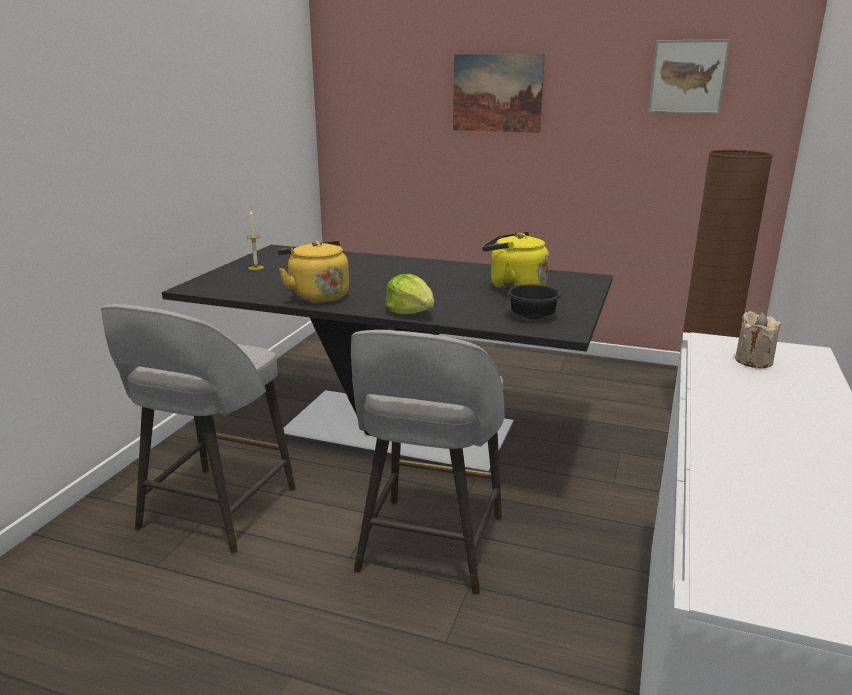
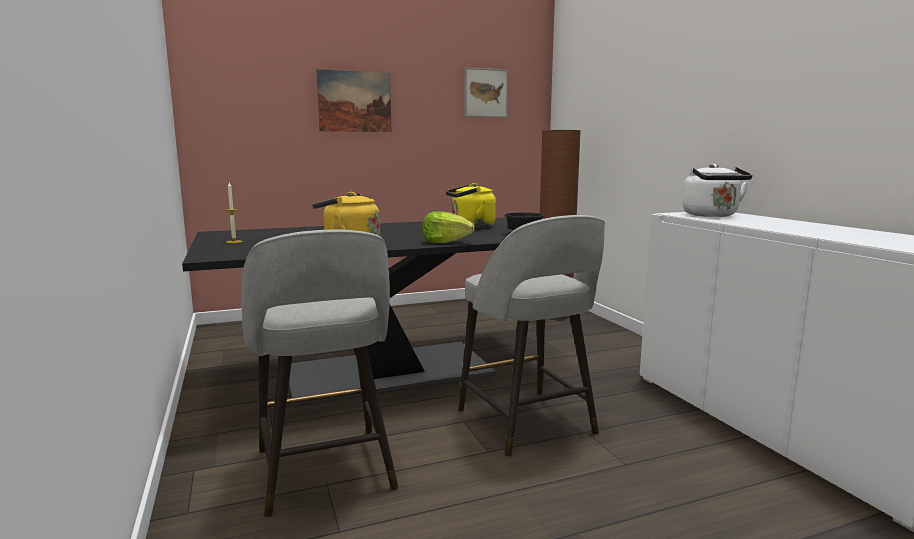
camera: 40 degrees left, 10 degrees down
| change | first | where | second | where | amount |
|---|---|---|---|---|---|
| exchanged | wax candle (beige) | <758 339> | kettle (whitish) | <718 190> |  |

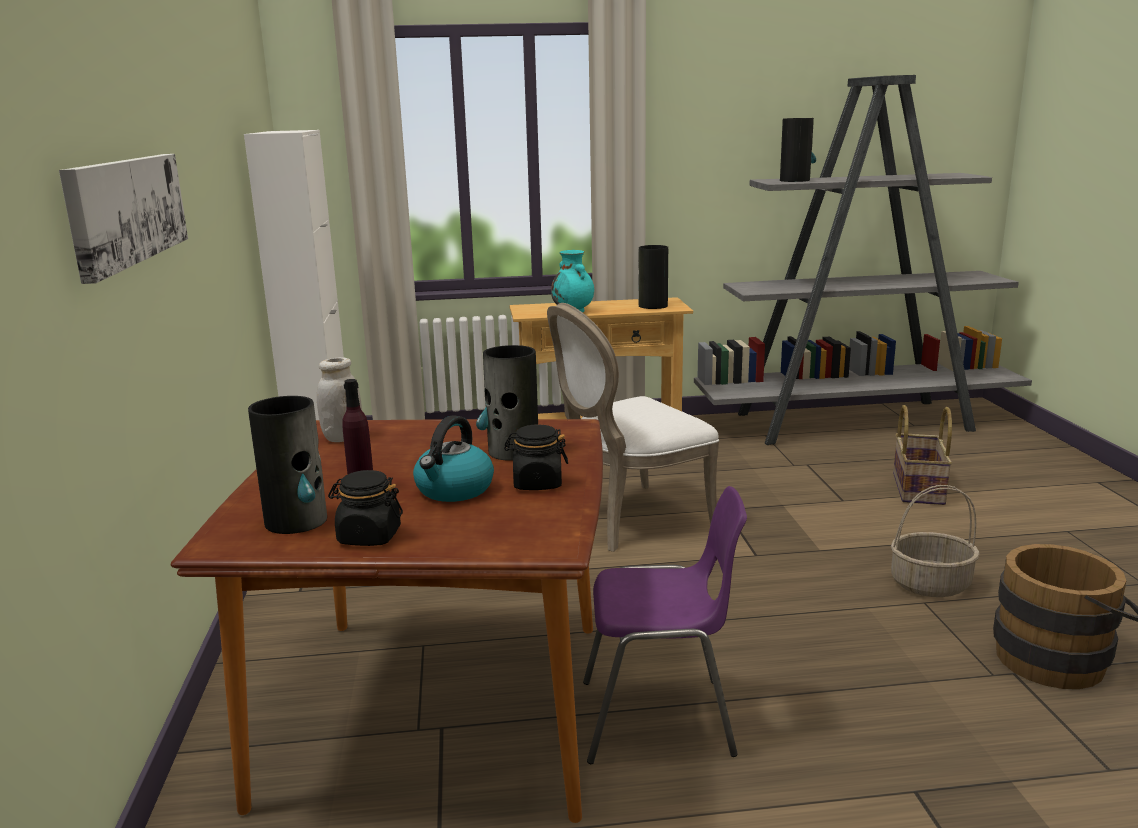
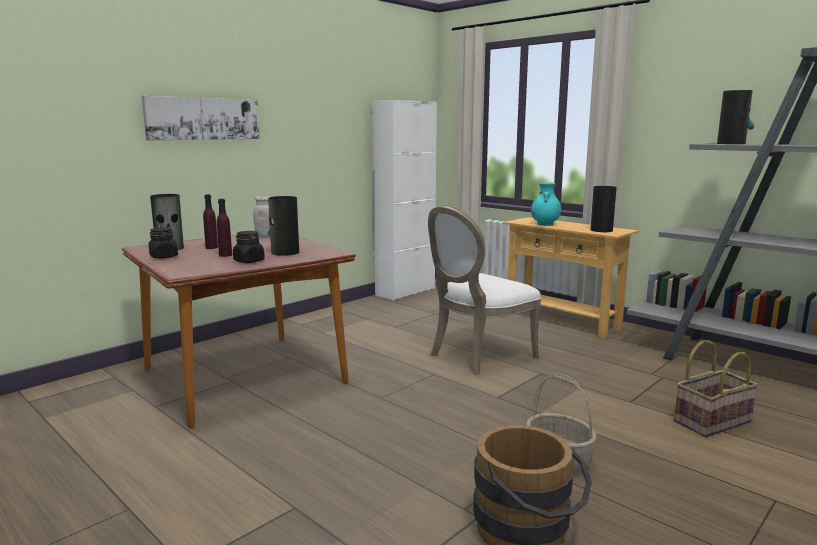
camera: 50 degrees right, 5 degrees down
| change | first | where | second | where | amount |
|---|---|---|---|---|---|
| spun | upright chair (whitish) | <633 427> |  | <484 290> | 60 degrees counterclockwise |
| exchanged | kettle | <453 458> | bottle (purplish) | <224 228> |  |
| missing | upright chair (purplish) | <665 625> |  |  |  |

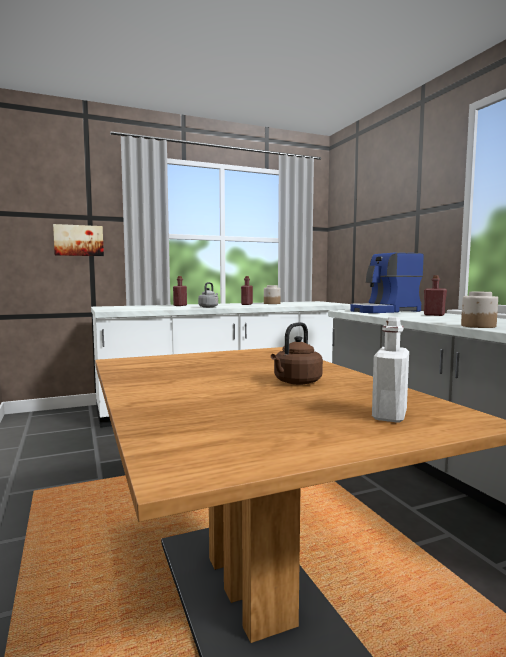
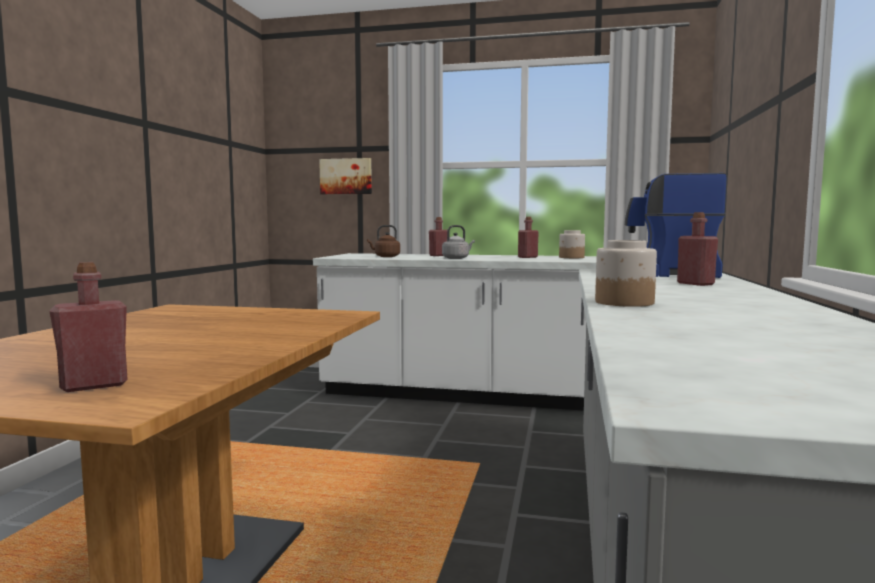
camera: 35 degrees right, 0 degrees up
| change | first | where | second | where | amount |
|---|---|---|---|---|---|
| colour | bottle (whitish) | <390 370> | bottle (red) | <89 327> |  |
| relocated | kettle (brown-coloured) | <297 353> |  | <383 241> |  |

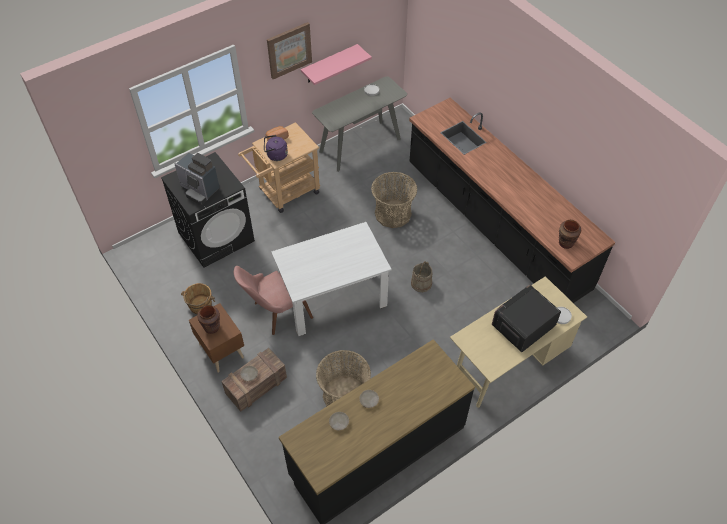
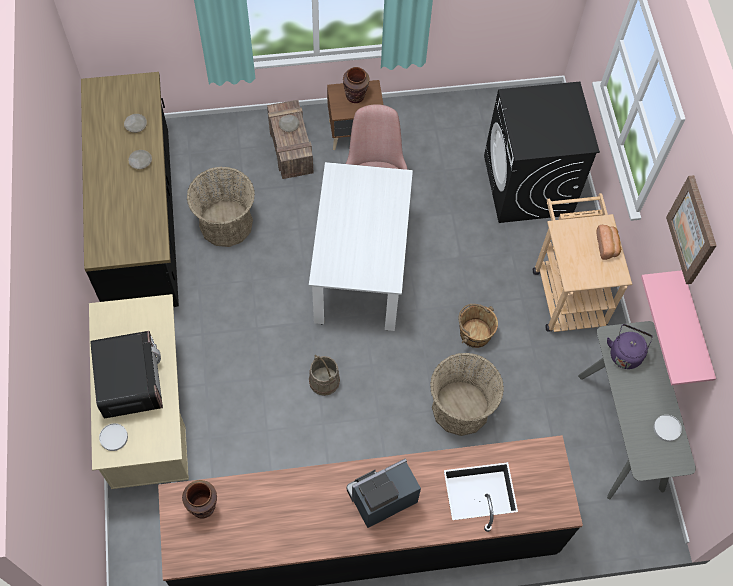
camera: 115 degrees right, 10 degrees up
| change | first | where | second | where | amount |
|---|---|---|---|---|---|
| relocated | kettle (purplish) | <276 148> |  | <630 346> |  |
| relocated | coffee machine | <197 179> |  | <384 493> |  |
| relocated | bucket (brown-coloured) | <198 298> |  | <478 326> |  |

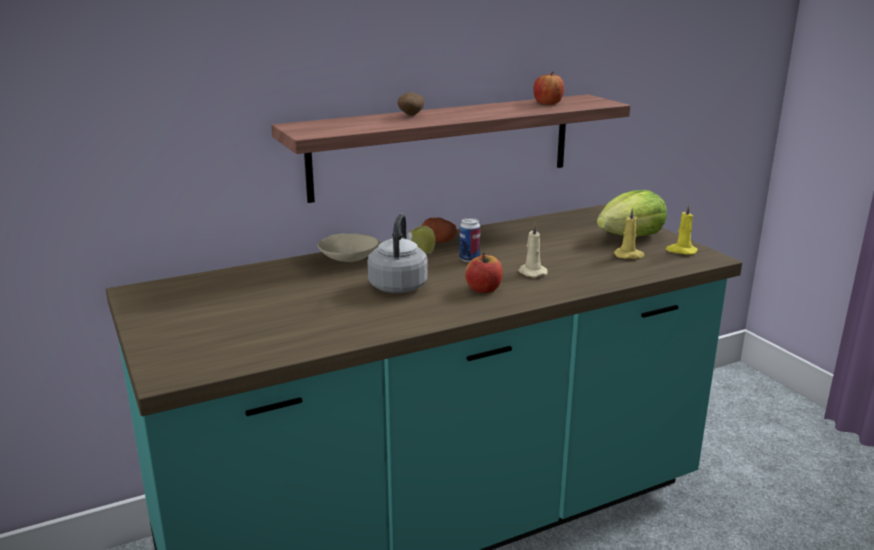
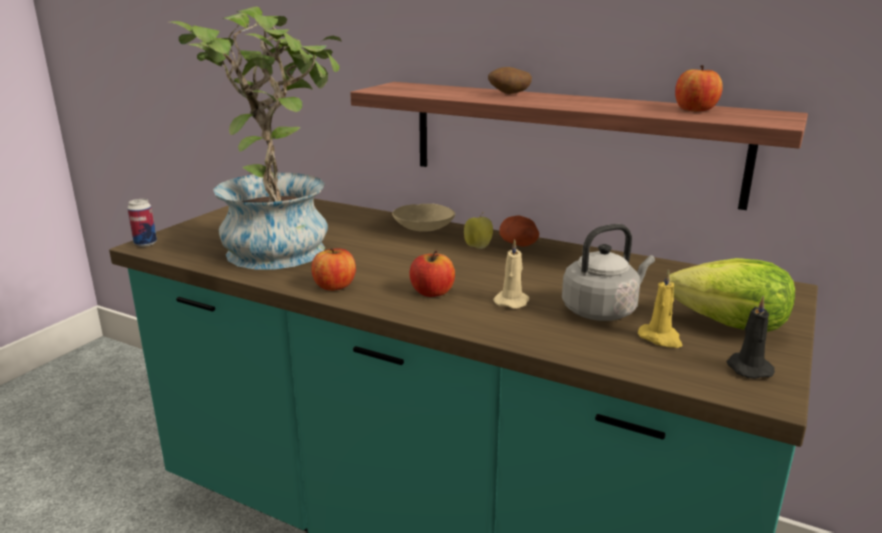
camera: 55 degrees right, 0 degrees up
| change | first | where | second | where | amount |
|---|---|---|---|---|---|
| colour | wax candle (yellowish) | <682 229> | wax candle (blackish) | <751 337> |  |
| relocated | kettle (grey) | <397 253> |  | <608 272> |  |
| relocated | can | <469 240> |  | <142 223> |  |
| appeared |  |  | houseplant | <256 137> |  |
| appeared |  |  | apple | <333 269> |  |

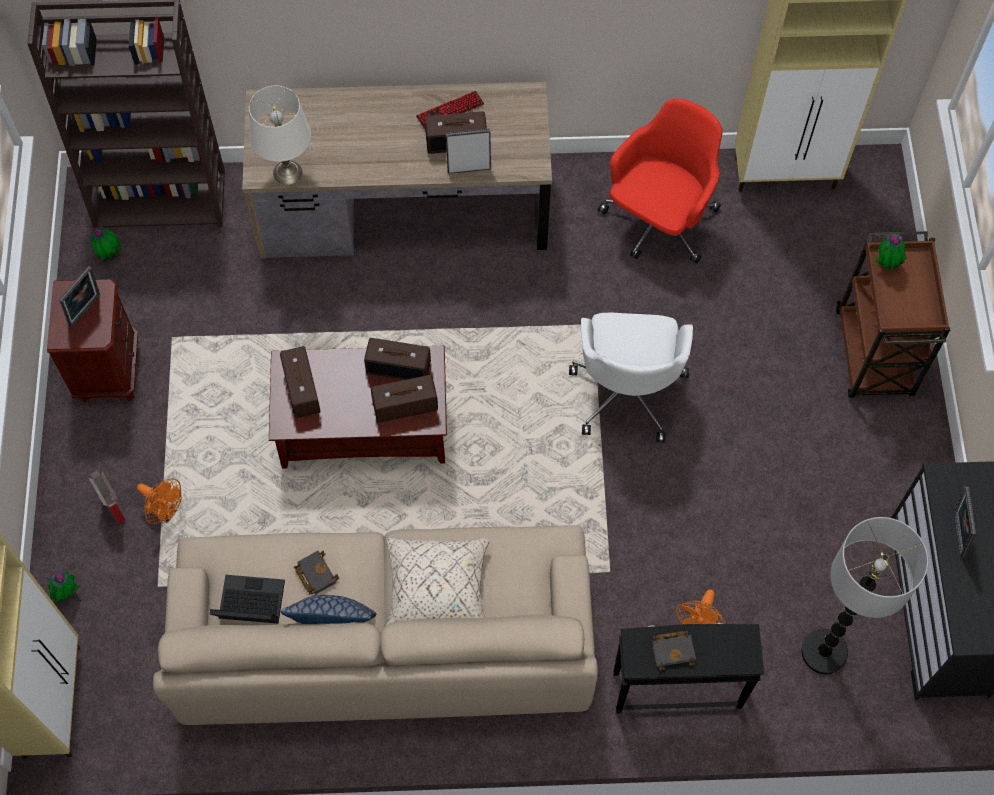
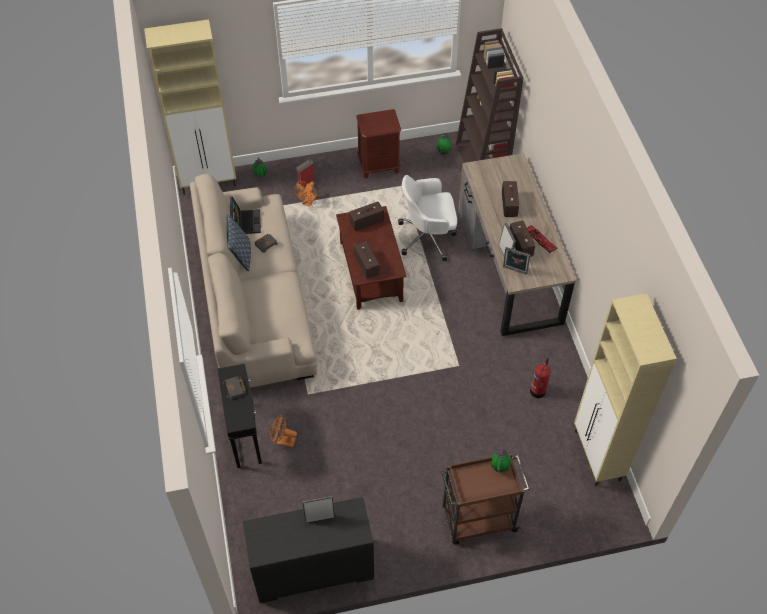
camera: 80 degrees right, 10 degrees down
| change | first | where | second | where | amount |
|---|---|---|---|---|---|
| missing | tabletop lamp (whitish) | <280 135> |  |  |  |
| exchanged | office chair (red) | <660 181> | fire-fighting cylinder | <540 378> |  |
| relocated | standing frame | <79 297> |  | <516 261> |  |
| relocated | office chair (whitish) | <631 378> |  | <427 218> |  |
| relocated | radio receiver | <397 359> |  | <510 199> |  |
| missing | standard lamp | <864 595> |  |  |  |
| missing | throw pillow (beige) | <436 582> |  |  |  |

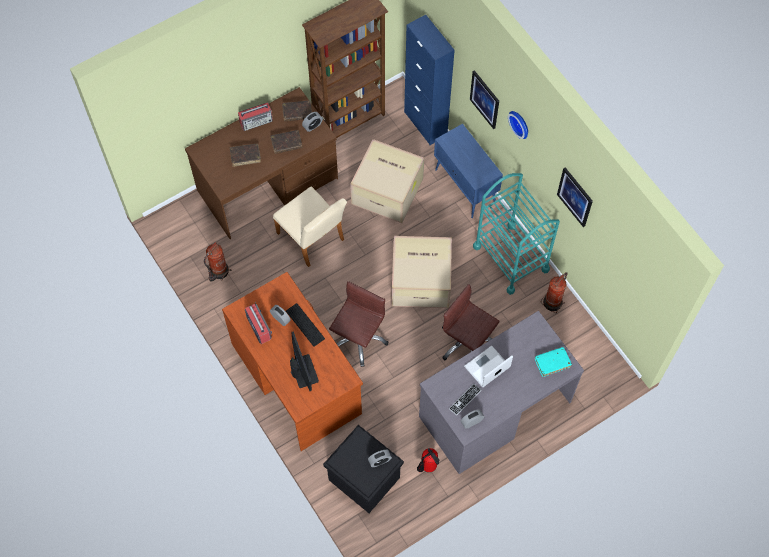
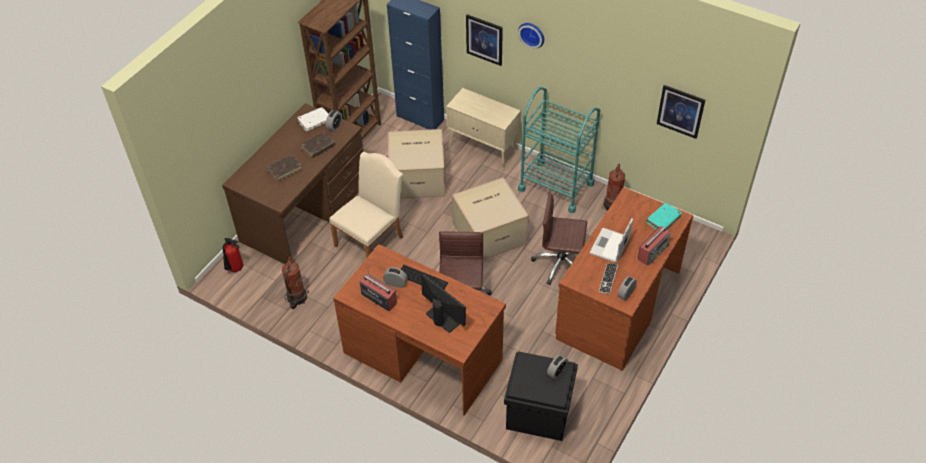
camera: 25 degrees left, 15 degrees down
| change | first | where | second | where | amount |
|---|---|---|---|---|---|
| colour | bound book (brown-coloured) | <297 111> | bound book (whitish) | <313 119> |  |
| relocated | radio receiver | <255 117> |  | <654 245> |  |
| colour | cupboard (blue-coloured) | <468 171> | cupboard (beige) | <483 129> |  |
| relocated | wall art | <575 197> |  | <681 112> |  |
| spun | upright chair (beige) | <310 226> |  | <366 205> | 75 degrees counterclockwise |
| colour | desk (grey) | <501 392> | desk (brown-coloured) | <624 279> |  |
| relocated | fire-fighting cylinder | <428 460> |  | <232 255> |  |

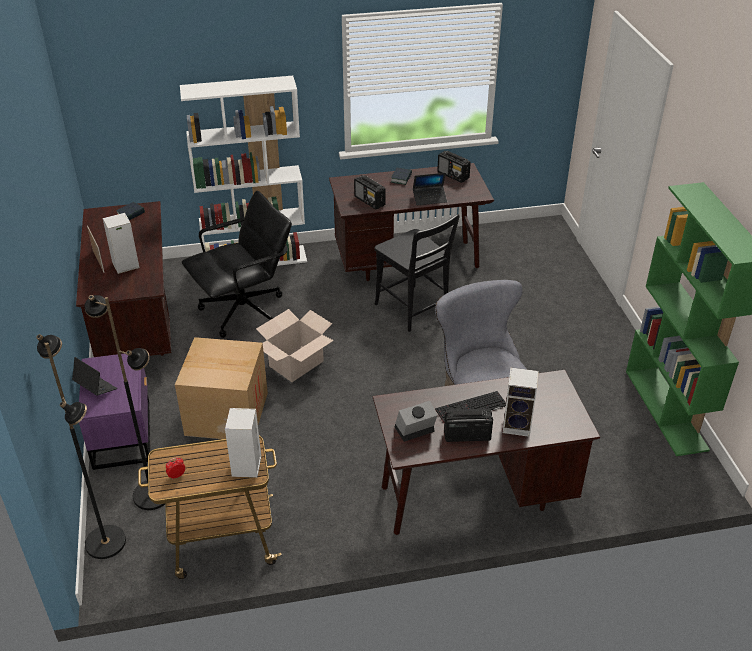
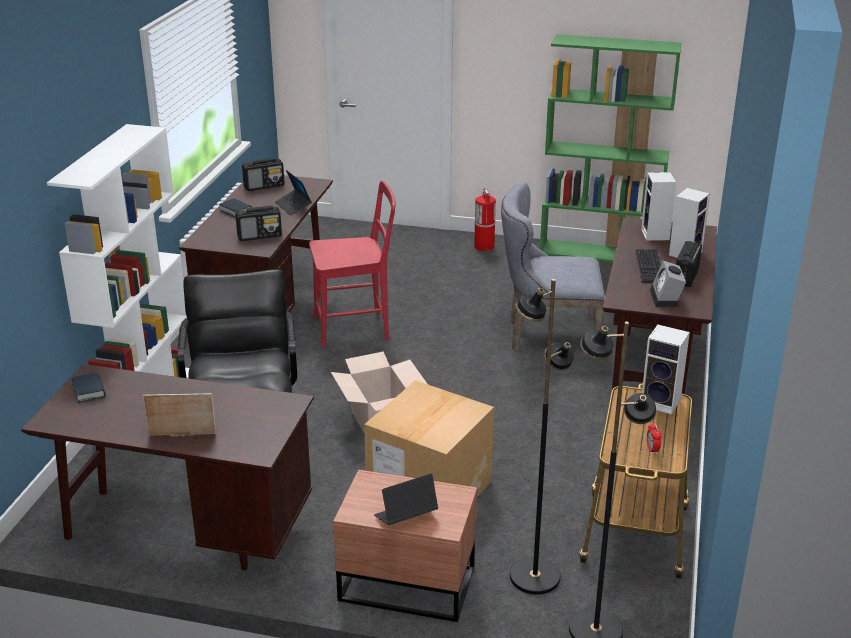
camera: 65 degrees left, 10 degrees down
| change | first | where | second | where | amount |
|---|---|---|---|---|---|
| spun | portable computer | <430 189> |  | <293 193> | 135 degrees clockwise |
| relocated | audio speaker | <121 243> |  | <658 206> |  |
| colour | upright chair (blackish) | <417 273> | upright chair (red) | <352 264> |  |
| colour | nightstand (purplish) | <114 412> | nightstand (brown-coloured) | <405 546> |  |
| appeared |  |  | fire-fighting cylinder | <485 219> |  |

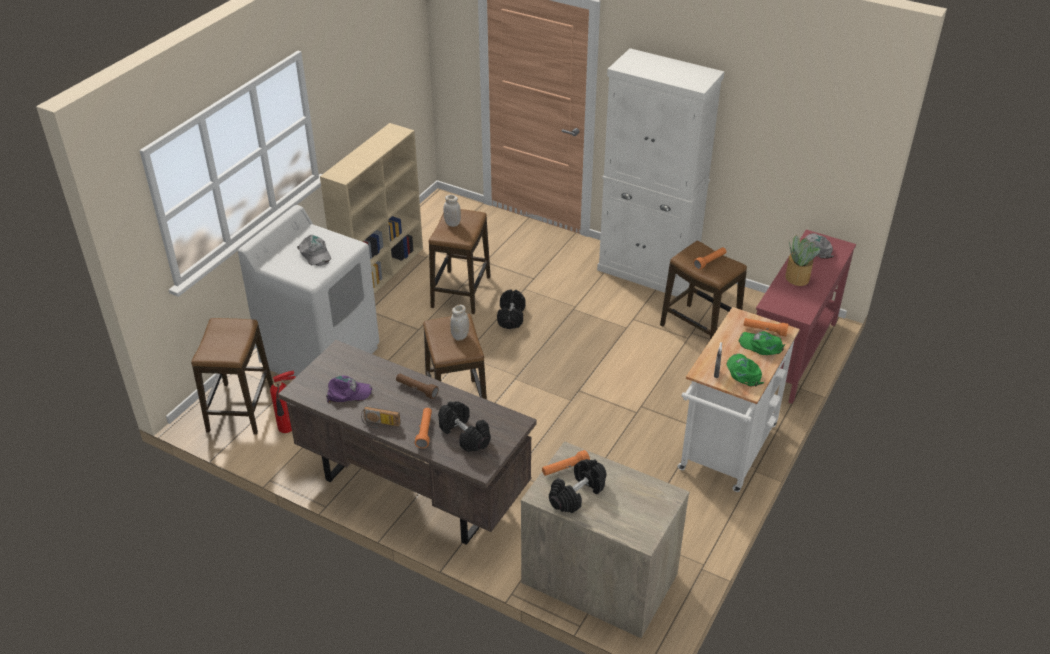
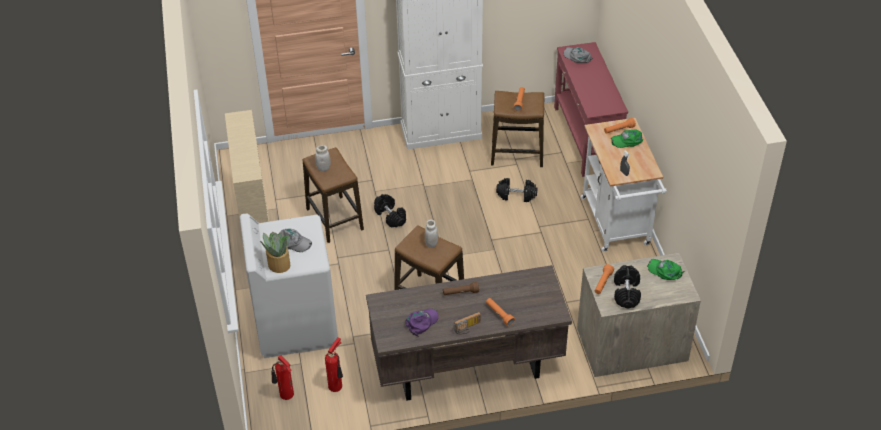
camera: 40 degrees left, 5 degrees up
| change | first | where | second | where | amount |
|---|---|---|---|---|---|
| relocated | houseplant | <803 260> |  | <275 252> |  |
| exchanged | stool seat | <232 376> | fire-fighting cylinder | <283 377> |  |
| relocated | peaked cap (greenish) | <745 370> |  | <665 269> |  |
| relocated | hand weight (blackish) | <464 426> |  | <516 190> |  |

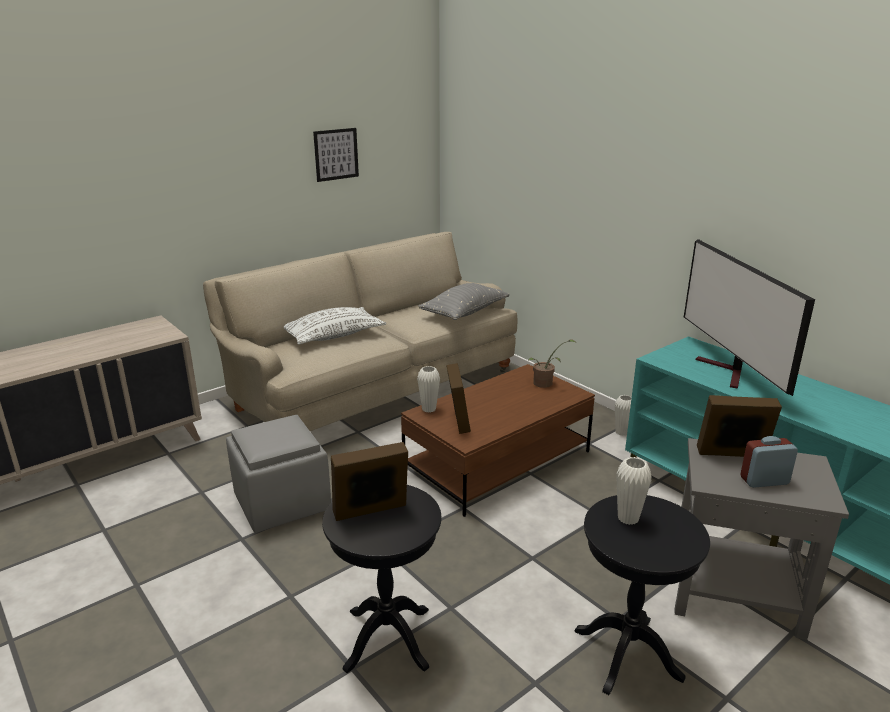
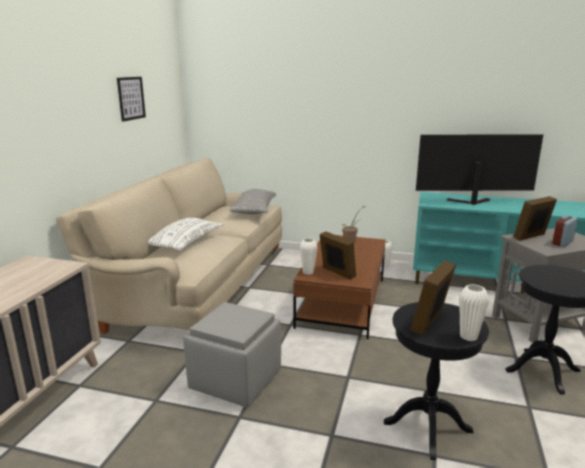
camera: 35 degrees left, 5 degrees down
| change | first | where | second | where | amount |
|---|---|---|---|---|---|
| spun | TV set | <749 317> |  | <479 170> | 135 degrees clockwise |
| relocated | flower vase (whitish) | <633 491> |  | <474 312> |  |

